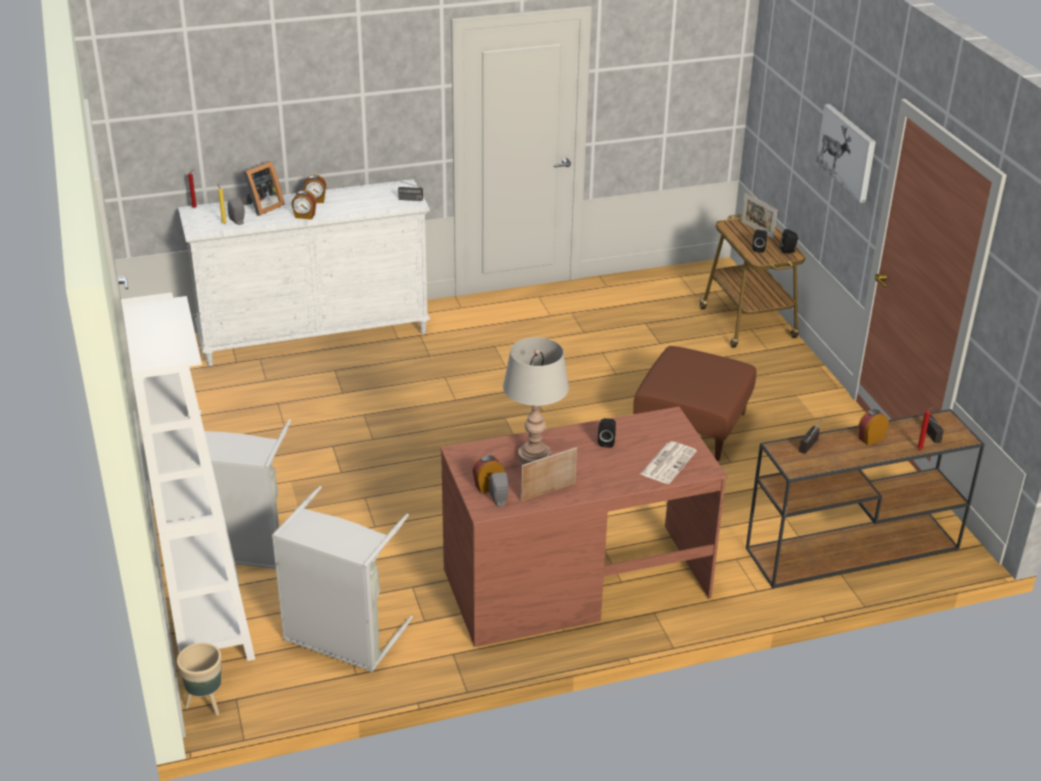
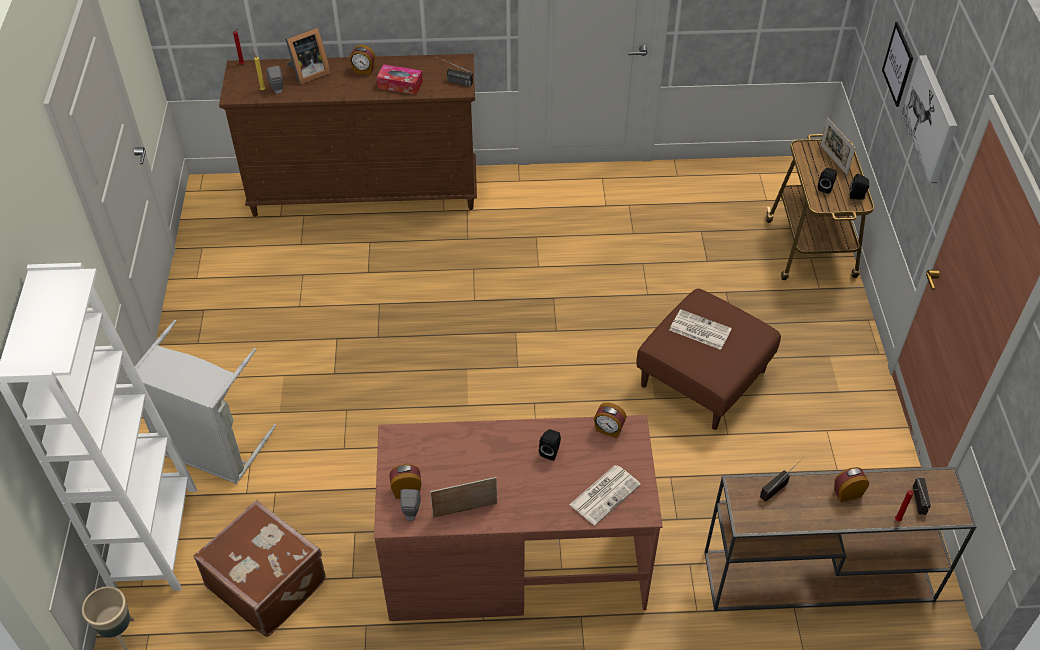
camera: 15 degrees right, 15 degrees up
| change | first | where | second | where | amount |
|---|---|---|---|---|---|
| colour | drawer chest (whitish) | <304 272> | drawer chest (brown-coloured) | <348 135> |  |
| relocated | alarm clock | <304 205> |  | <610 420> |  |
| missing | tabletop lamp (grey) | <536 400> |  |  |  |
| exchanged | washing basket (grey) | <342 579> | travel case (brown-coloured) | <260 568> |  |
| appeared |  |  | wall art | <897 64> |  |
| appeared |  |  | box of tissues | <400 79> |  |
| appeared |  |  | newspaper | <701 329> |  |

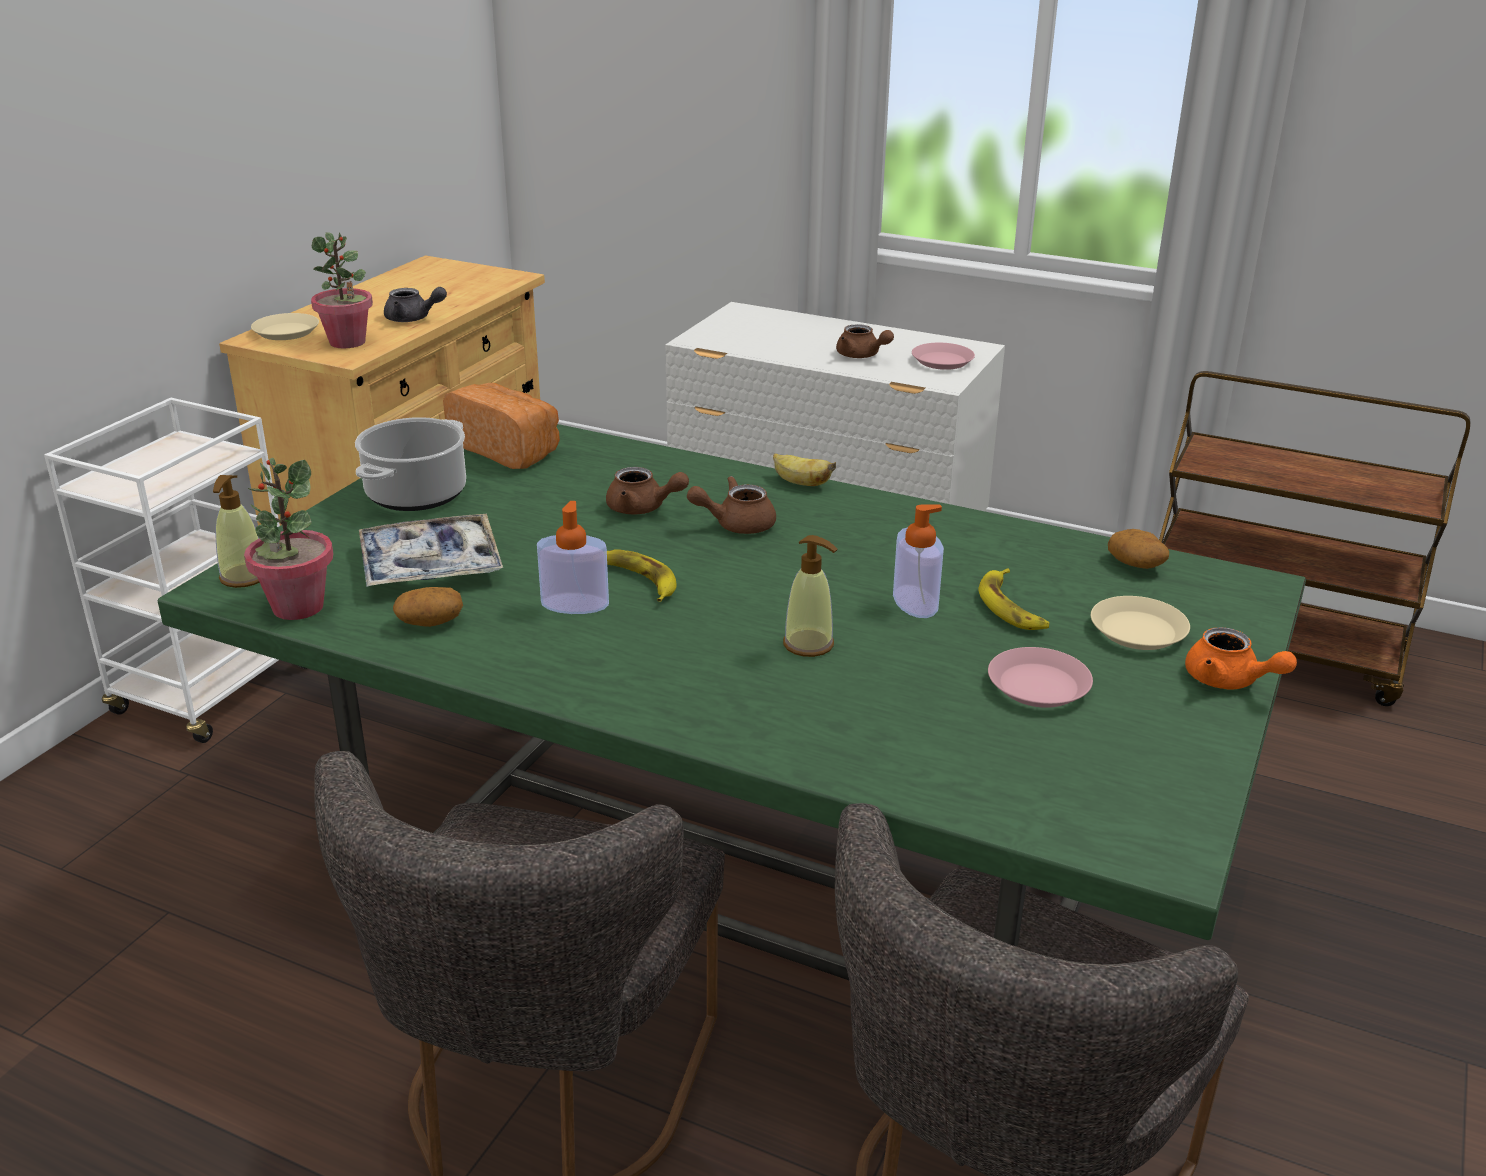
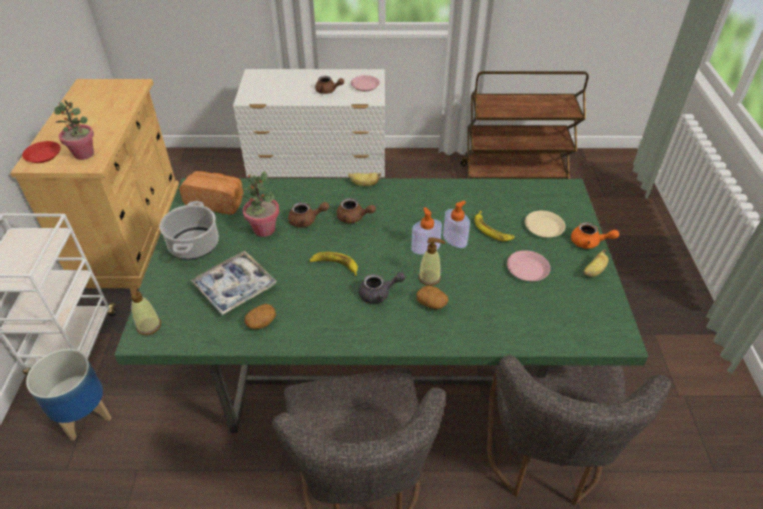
camera: 25 degrees left, 15 degrees up
| change | first | where | second | where | amount |
|---|---|---|---|---|---|
| relocated | tea pot (grey) | <415 304> |  | <382 288> |  |
| colour | flat dish (beige) | <285 326> | flat dish (red) | <41 152> |  |
| relocated | houseplant | <289 539> |  | <260 204> |  |
| spun | tea pot (brown-coloured) | <731 505> |  | <356 210> | 120 degrees counterclockwise |
| relocated | liquid soap bottle | <573 557> |  | <426 231> |  |
| relocated | potato | <1138 549> |  | <432 297> |  |
| appeared |  |  | banana | <596 263> |  |
| appeared |  |  | planter | <69 395> |  |

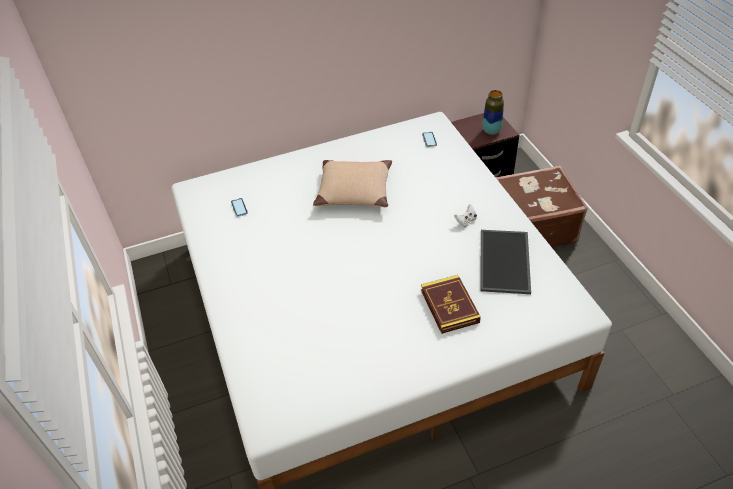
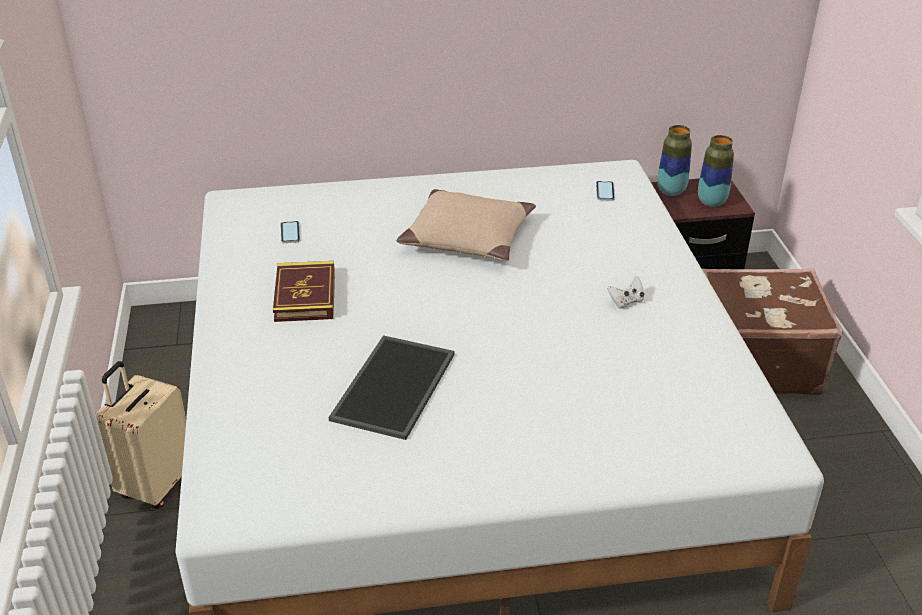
camera: 10 degrees right, 10 degrees down
| change | first | where | second | where | amount |
|---|---|---|---|---|---|
| relocated | tray | <505 262> |  | <392 387> |  |
| relocated | bound book | <451 304> |  | <304 291> |  |
| appeared |  |  | flower vase | <674 160> |  |
| appeared |  |  | travel case (beige) | <141 435> |  |

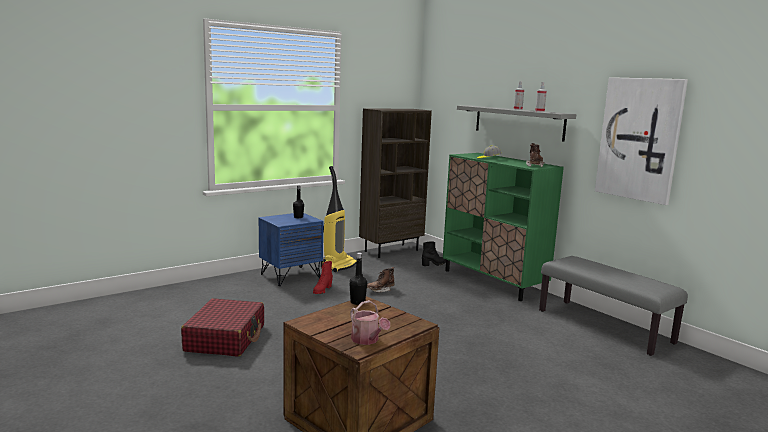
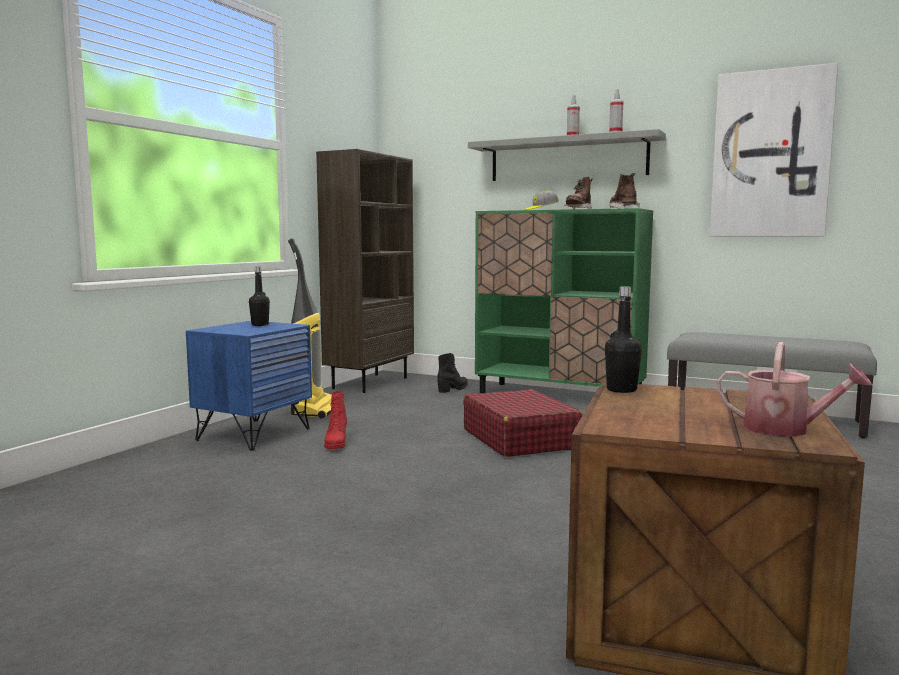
camera: 25 degrees left, 5 degrees down
| change | first | where | second | where | amount |
|---|---|---|---|---|---|
| relocated | tall boot (brown-coloured) | <380 280> |  | <578 193> |  |
| relocated | travel case (red) | <222 327> |  | <523 423> |  |

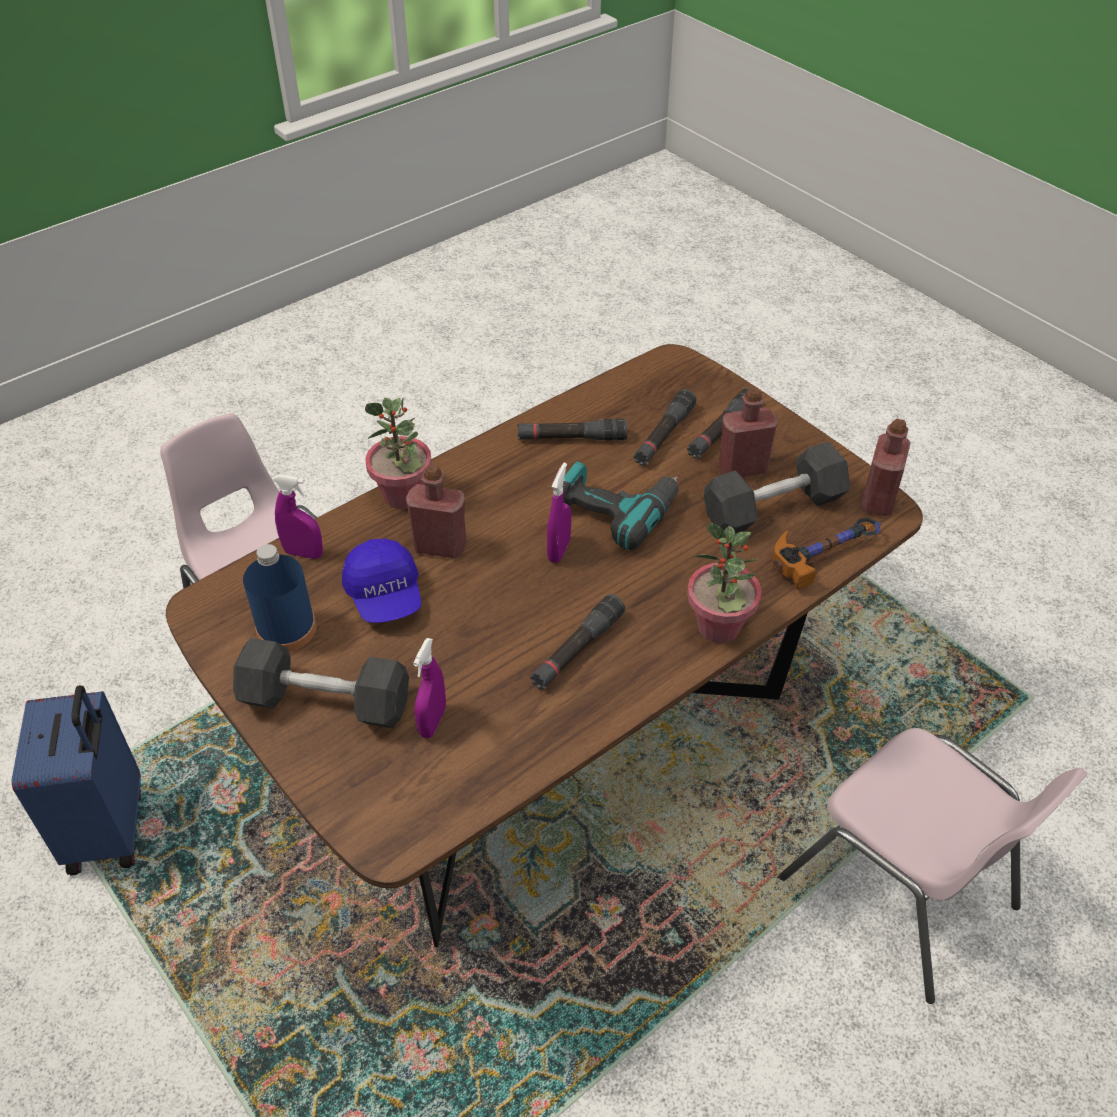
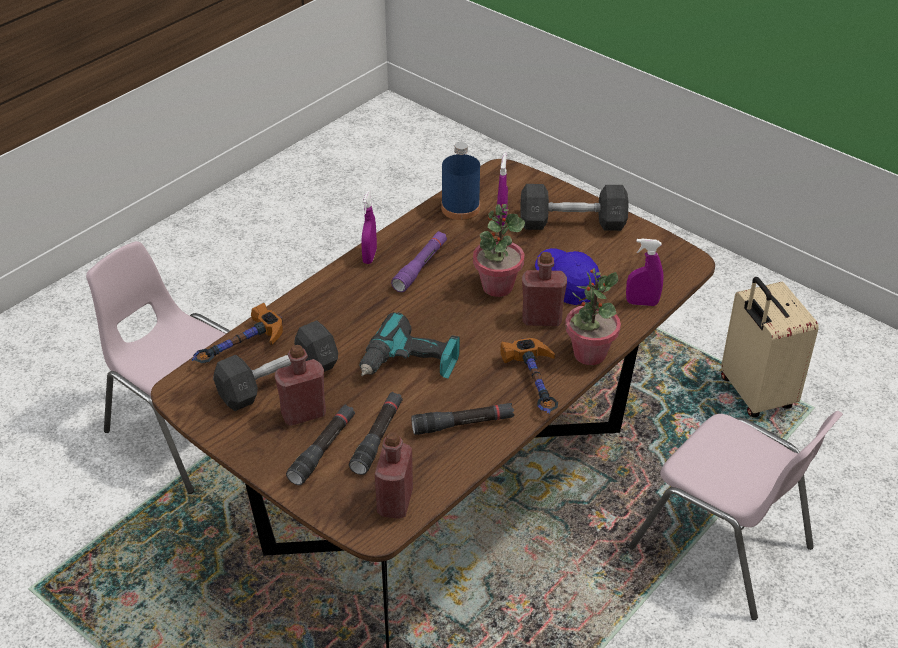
camera: 170 degrees right, 5 degrees down
| change | first | where | second | where | amount |
|---|---|---|---|---|---|
| relocated | bottle (red) | <885 467> |  | <394 475> |  |
| relocated | sprayer (purplish) | <559 513> |  | <369 227> |  |
| relocated | houseplant | <724 583> |  | <499 250> |  |
| relocated | bottle (blue-coloured) | <279 598> |  | <460 181> |  |
| colour | torch (blackish) | <577 641> | torch (purplish) | <419 261> |  |
| colour | travel case (blue-coloured) | <76 780> | travel case (beige) | <770 347> |  |
| appeared |  |  | tool hammer | <529 376> |  |

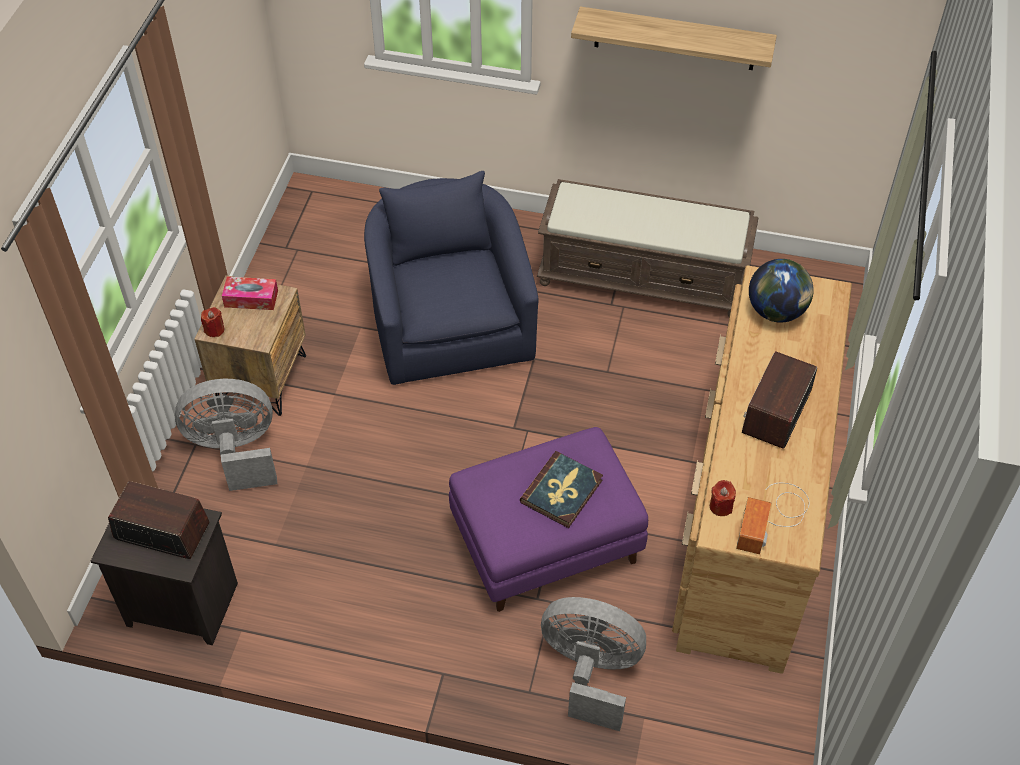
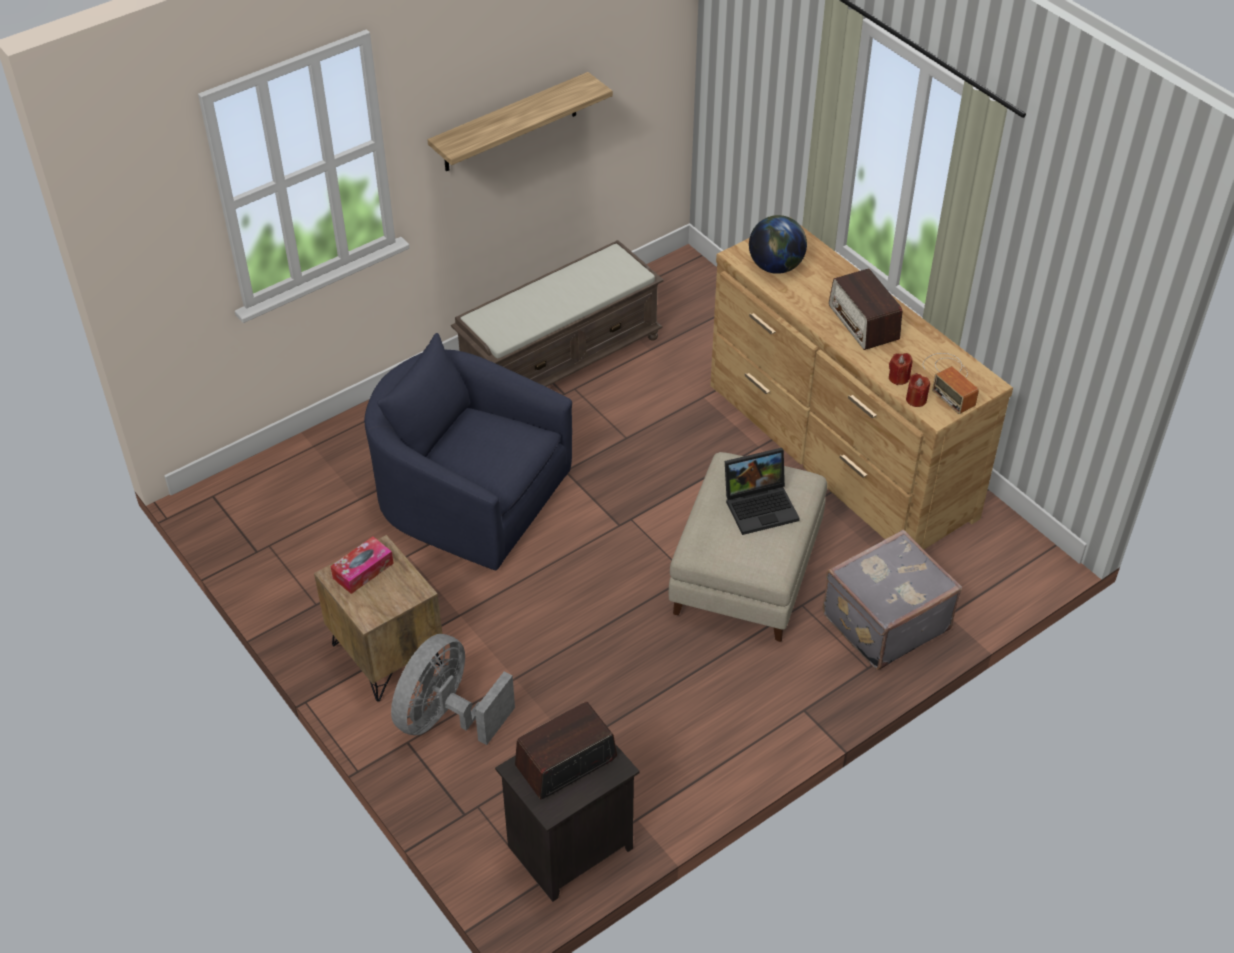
camera: 50 degrees left, 5 degrees down
| change | first | where | second | where | amount |
|---|---|---|---|---|---|
| relocated | wax candle (red) | <213 322> |  | <900 369> |  |
| colour | ottoman (purplish) | <548 519> | ottoman (beige) | <748 547> |  |
| exchanged | bound book | <561 489> | portable computer | <762 491> |  |
| exchanged | cooling fan (grey) | <593 664> | travel case (grey) | <892 599> |  |

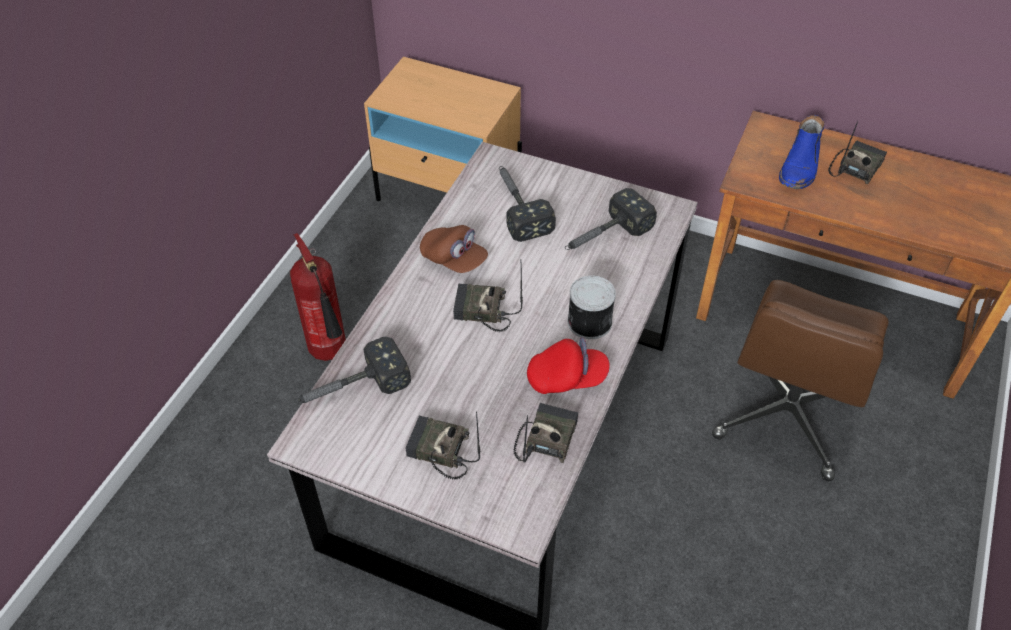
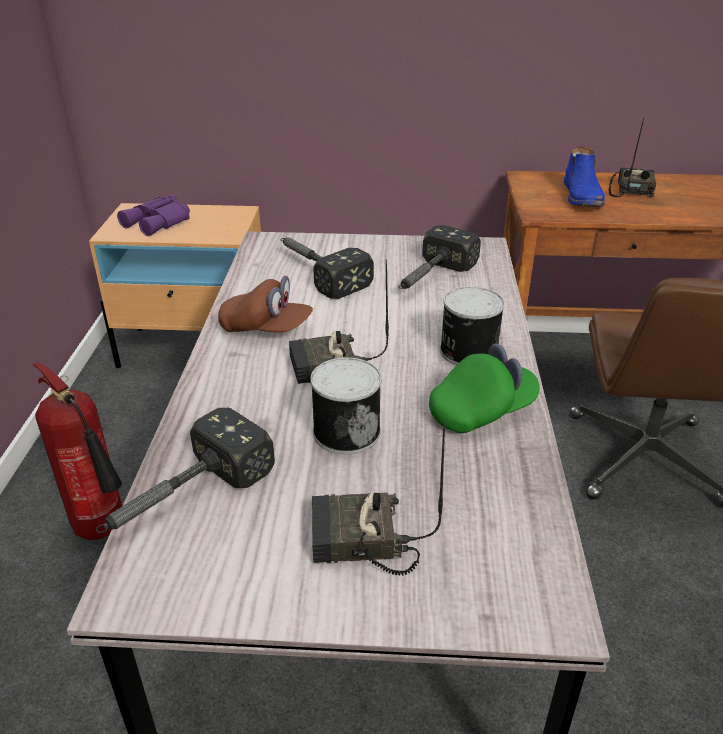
camera: 20 degrees left, 15 degrees down
| change | first | where | second | where | amount |
|---|---|---|---|---|---|
| colour | peaked cap (red) | <568 365> | peaked cap (greenish) | <484 388> |  |
| missing | radio receiver | <546 433> |  |  |  |
| appeared |  |  | pair of binoculars (purplish) | <153 215> |  |
| appeared |  |  | can | <346 406> |  |

